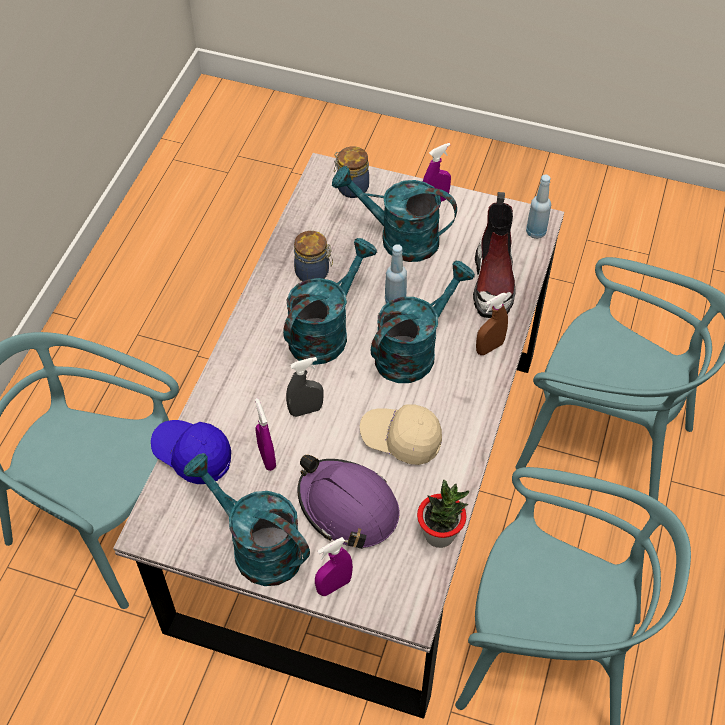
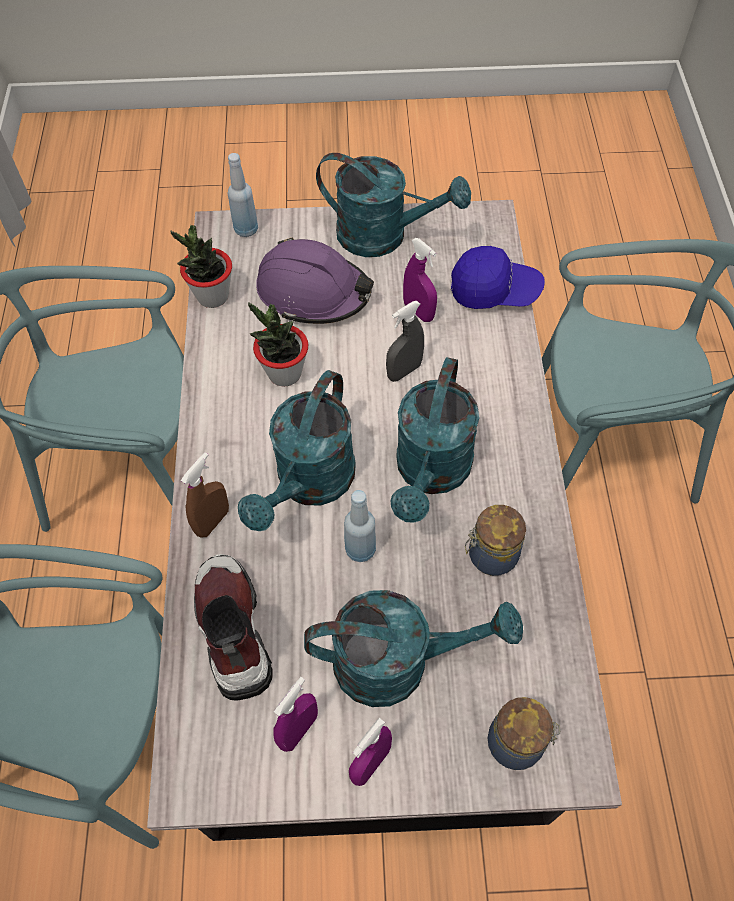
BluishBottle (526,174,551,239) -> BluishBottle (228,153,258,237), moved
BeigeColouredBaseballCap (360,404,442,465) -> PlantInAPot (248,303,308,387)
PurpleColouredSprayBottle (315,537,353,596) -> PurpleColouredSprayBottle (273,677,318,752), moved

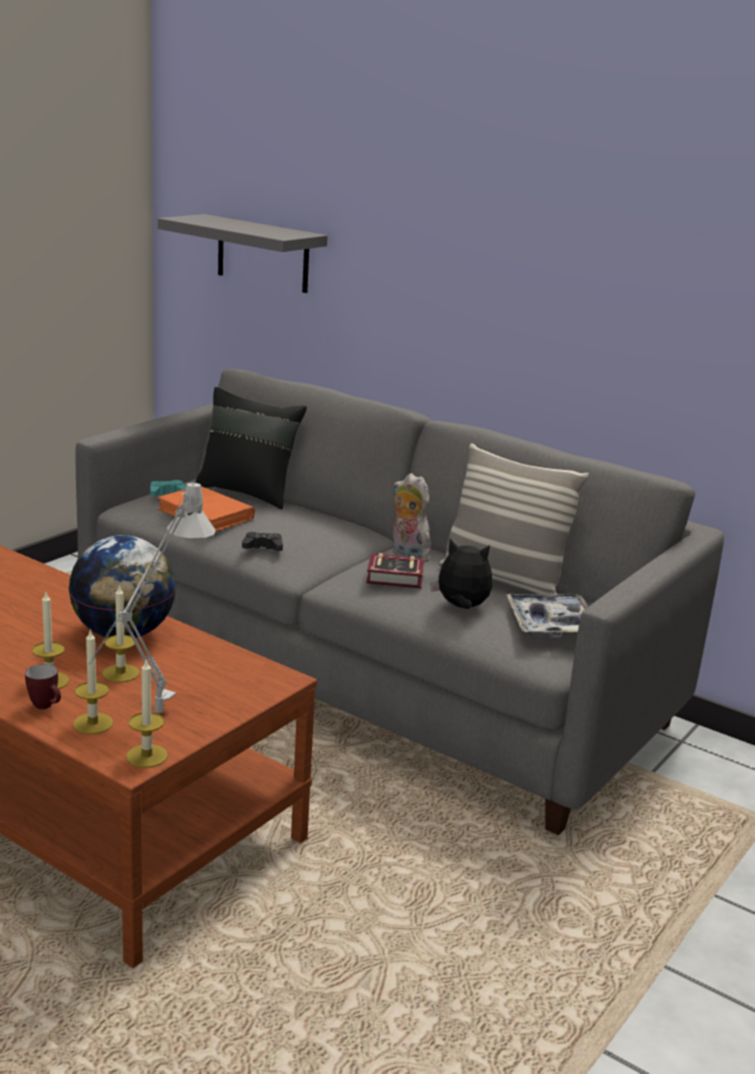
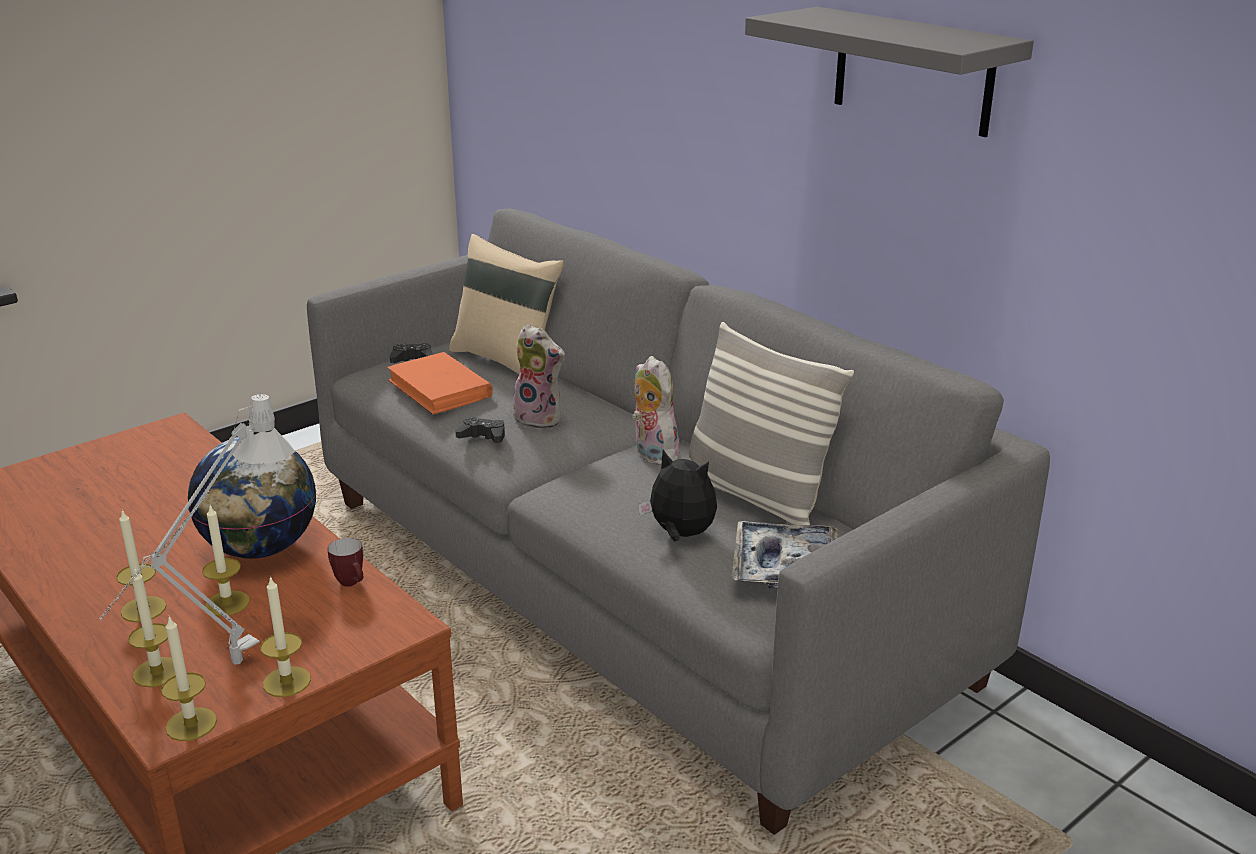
none -> WaxCandle (260,576,311,697)
Mug (25,664,61,709) -> Mug (328,538,363,587), moved
BlueGreenGameController (150,480,186,497) -> BlackColouredGameController (390,343,433,363)
BlackColouredPillow (195,387,307,509) -> BeigeColouredPillow (449,234,564,374)
none -> PlushToy (513,324,565,430)
GreyishBracketShelf (158,214,328,293) -> GreyishBracketShelf (745,7,1034,137), moved
Book (366,553,424,588) -> none

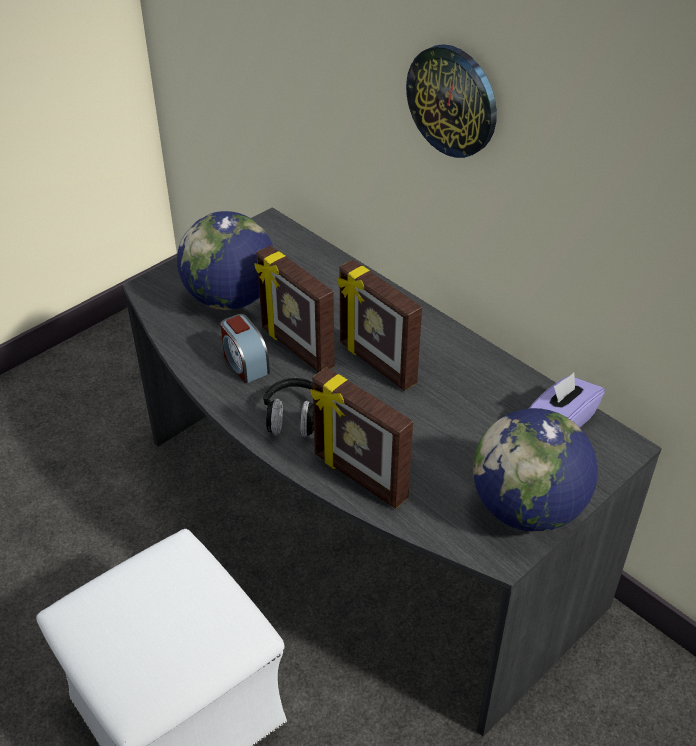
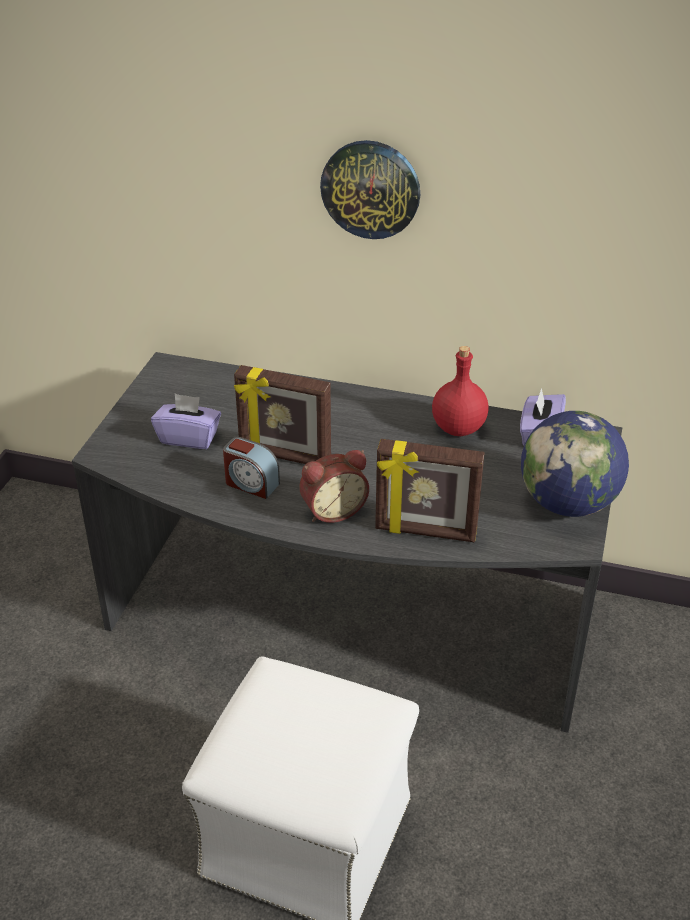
DeskGlobe (177,211,273,310) -> PurpleColouredTissueBox (151,394,221,449)
BlackColouredHeadphones (263,378,314,438) -> BedsideClock (299,450,369,523)
none -> ReddishBottle (432,346,489,436)
PictureFrame (337,260,422,391) -> none

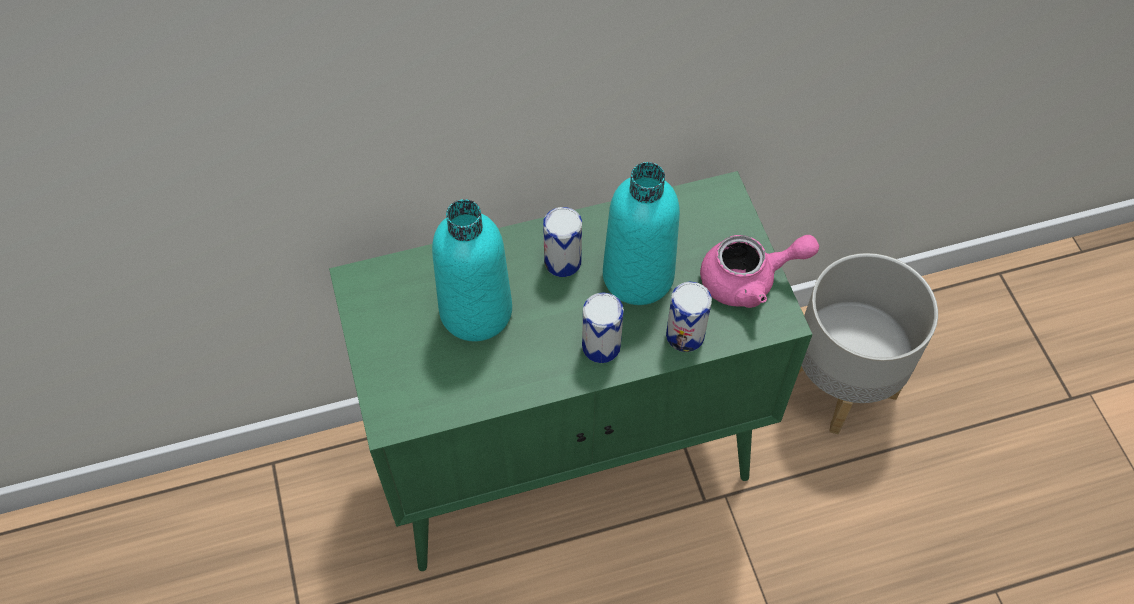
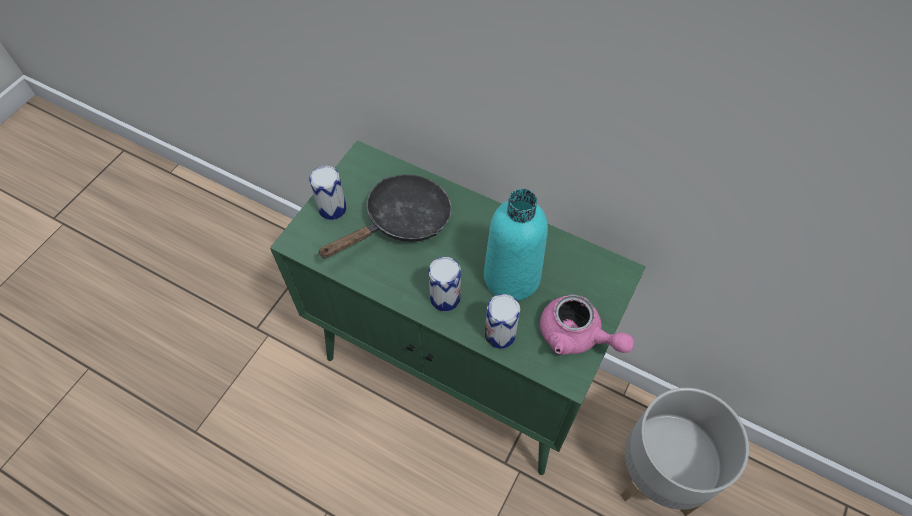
SealedCan (543,207,582,277) -> SealedCan (309,165,347,220), moved
BlueGreenBottle (432,199,512,341) -> BlackColouredPan (318,174,452,259)

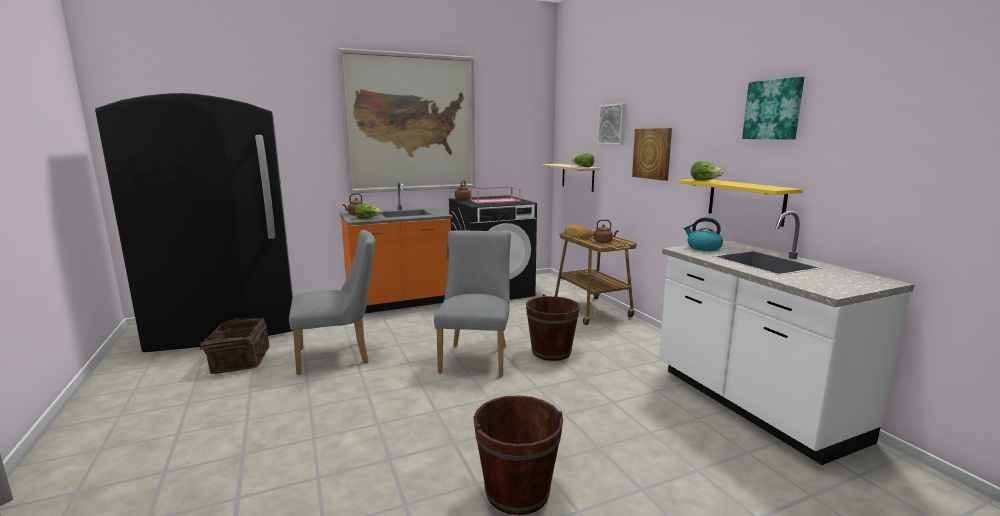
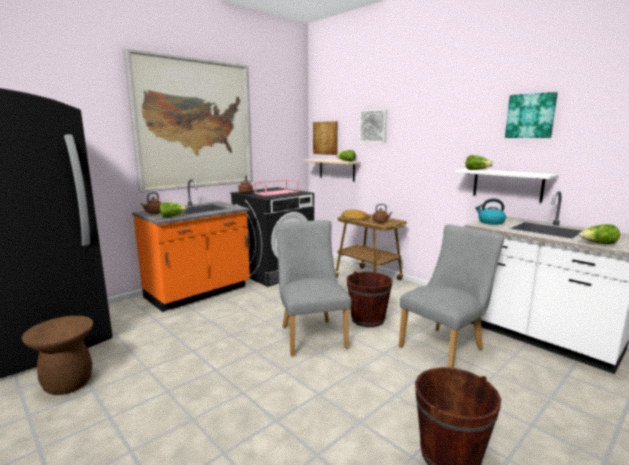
StorageBasket (195,317,270,374) -> BrownishStoolSeat (21,316,93,395)
WallArt (632,128,672,181) -> WallArt (313,121,338,155), moved
GreyishPlainChair (289,230,375,374) -> GreyishPlainChair (399,225,504,368), moved
YellowBracketShelf (679,179,803,227) -> WhiteColouredBracketShelf (455,169,558,202)
none -> LettuceHead (579,224,620,244)

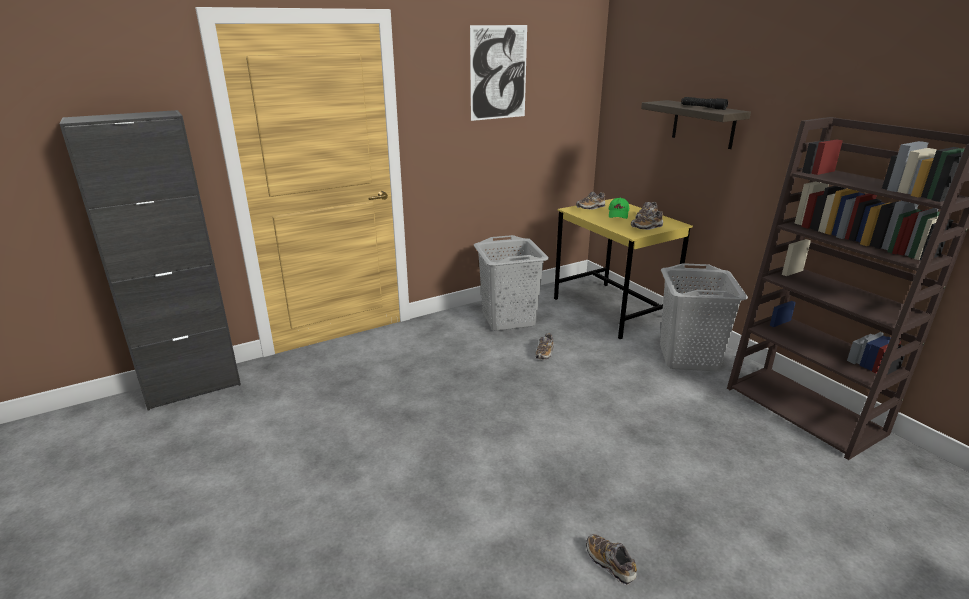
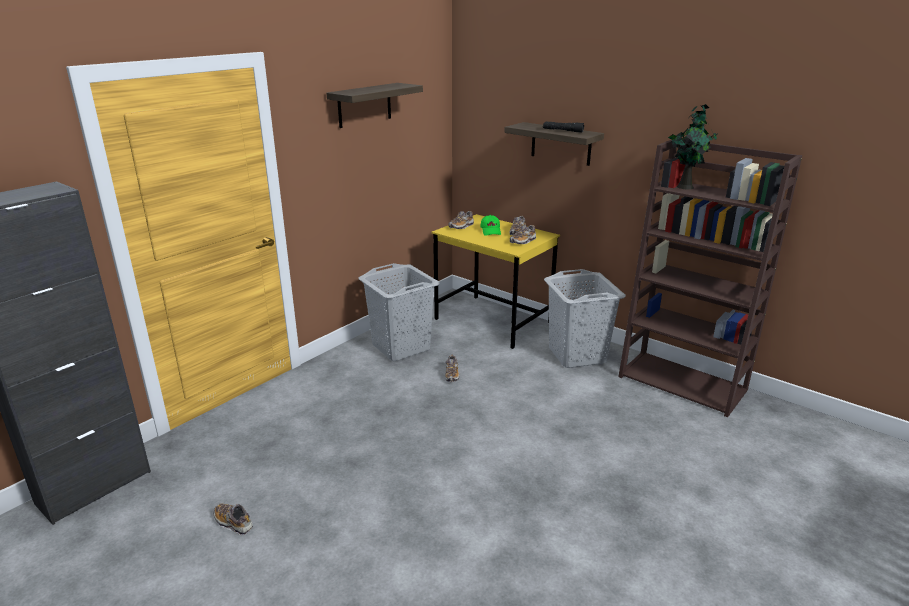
LowShoe (586,534,637,585) -> LowShoe (214,504,253,535), moved
WallArt (470,25,527,121) -> BracketShelf (326,83,423,128)
none -> PlantInAPot (668,104,718,189)

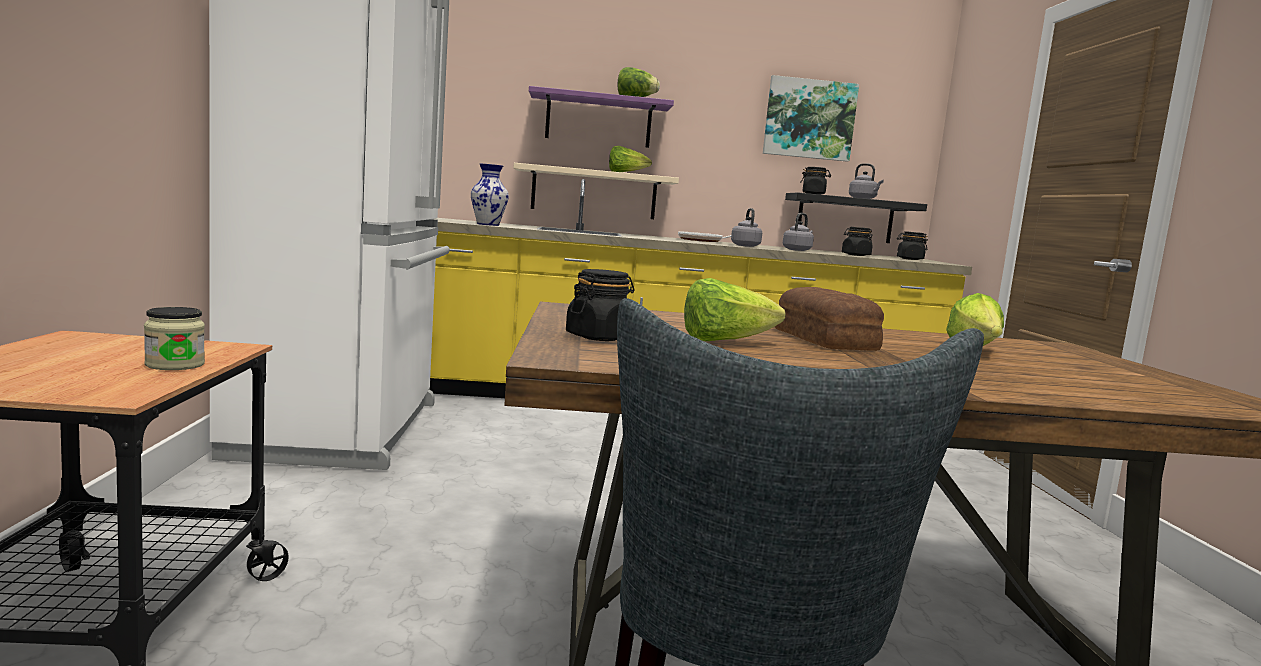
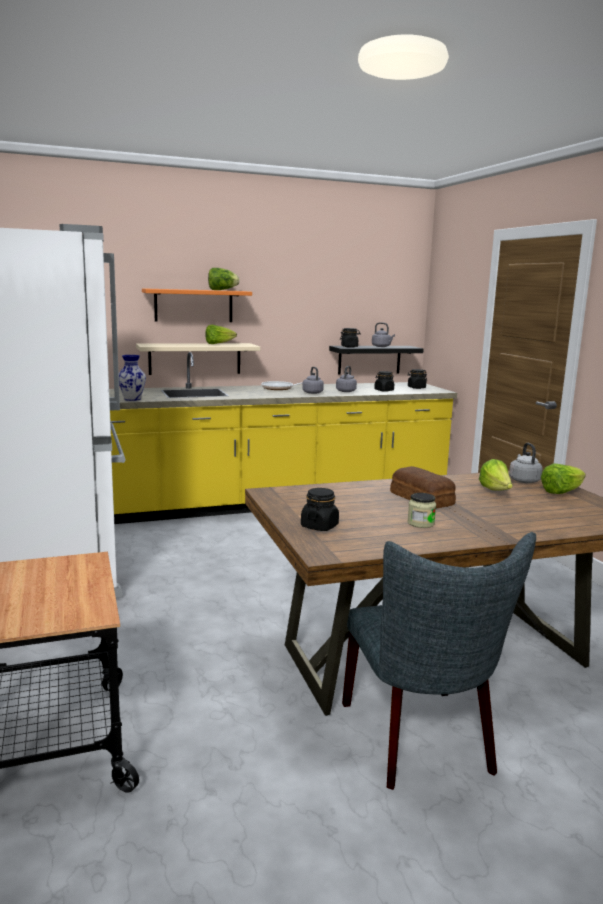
PurpleColouredBracketShelf (529,86,674,148) -> OrangeyBracketShelf (142,288,252,322)
StorageJar (144,307,205,370) -> StorageJar (407,493,436,528), moved
none -> GreyishTeaKettle (509,443,543,483)
LettuceHead (684,278,786,341) -> LettuceHead (541,463,586,494), moved
WallArt (763,75,859,162) -> none

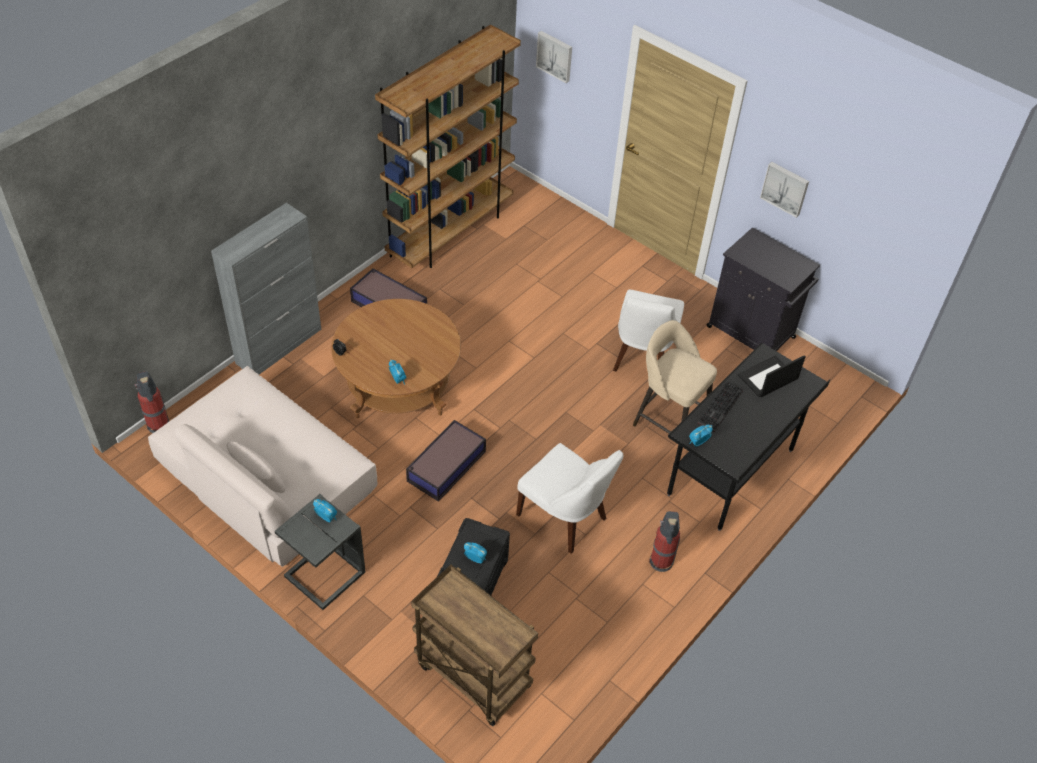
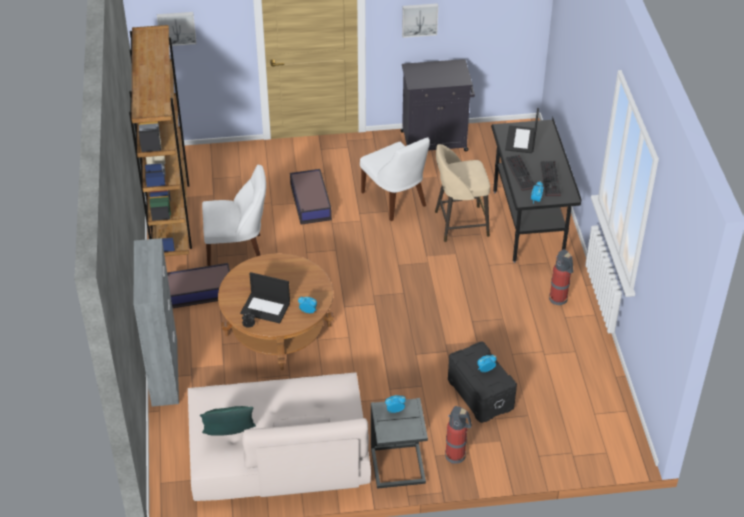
none -> GreenPillow (200,406,256,436)
WhiteColouredPlainChair (516,443,623,554) -> WhiteColouredPlainChair (202,165,266,266), moved
none -> Laptop (240,272,290,323)
StorageContainer (406,420,486,502) -> StorageContainer (290,169,332,225), moved
FireFightingCylinder (135,371,169,433) -> FireFightingCylinder (445,406,472,464), moved
none -> PcKeyboard (540,161,561,196)
BrownishTrolley (411,564,538,726) -> none

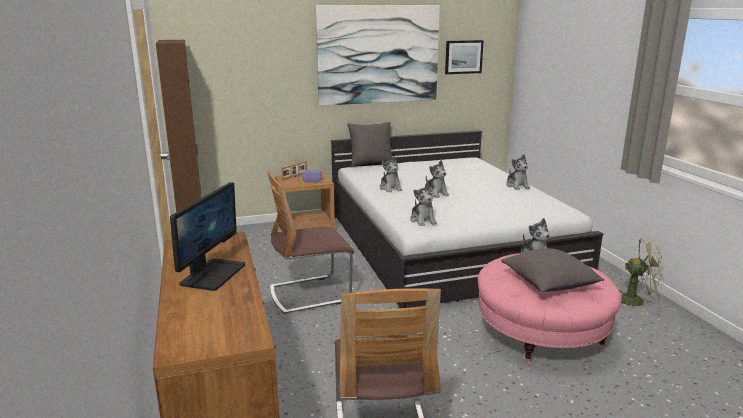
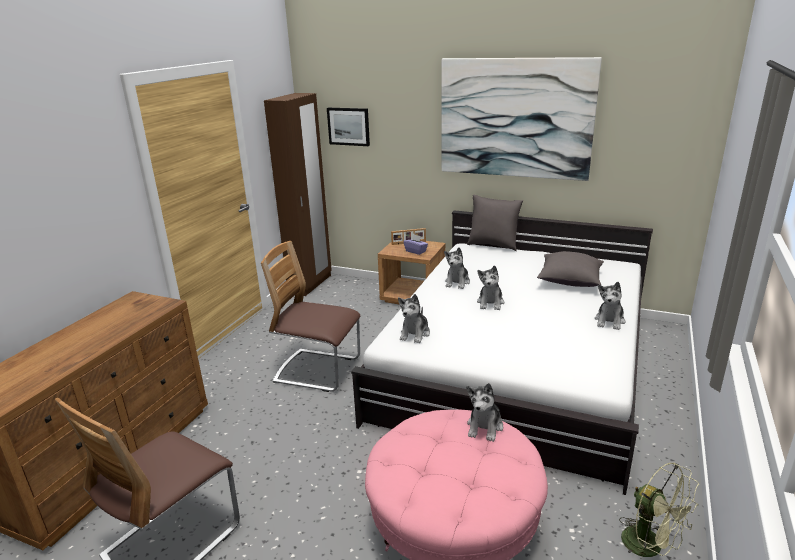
WallArt (445,40,484,74) -> WallArt (327,108,370,146), moved
GreyishPillow (501,248,604,292) -> GreyishPillow (537,251,604,287), moved
ComputerScreen (170,182,245,291) -> none

